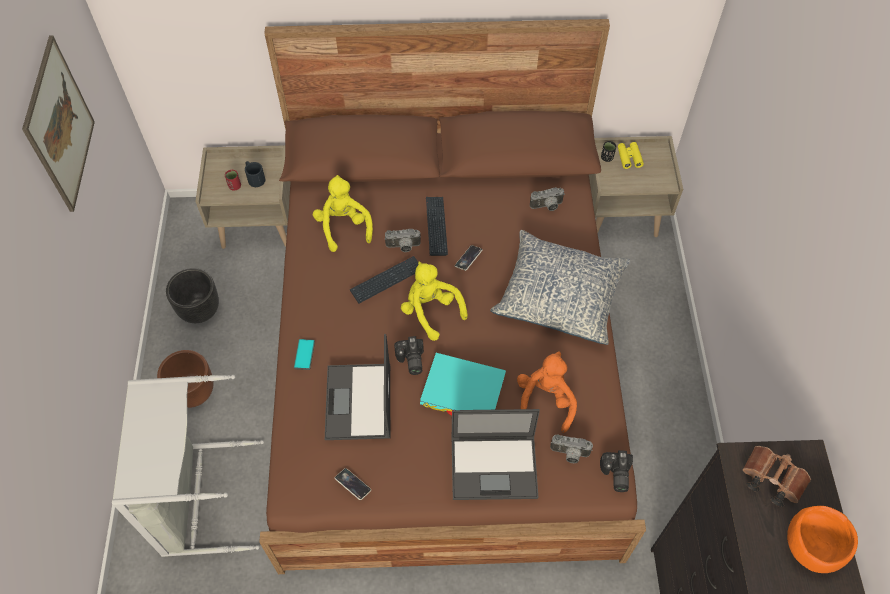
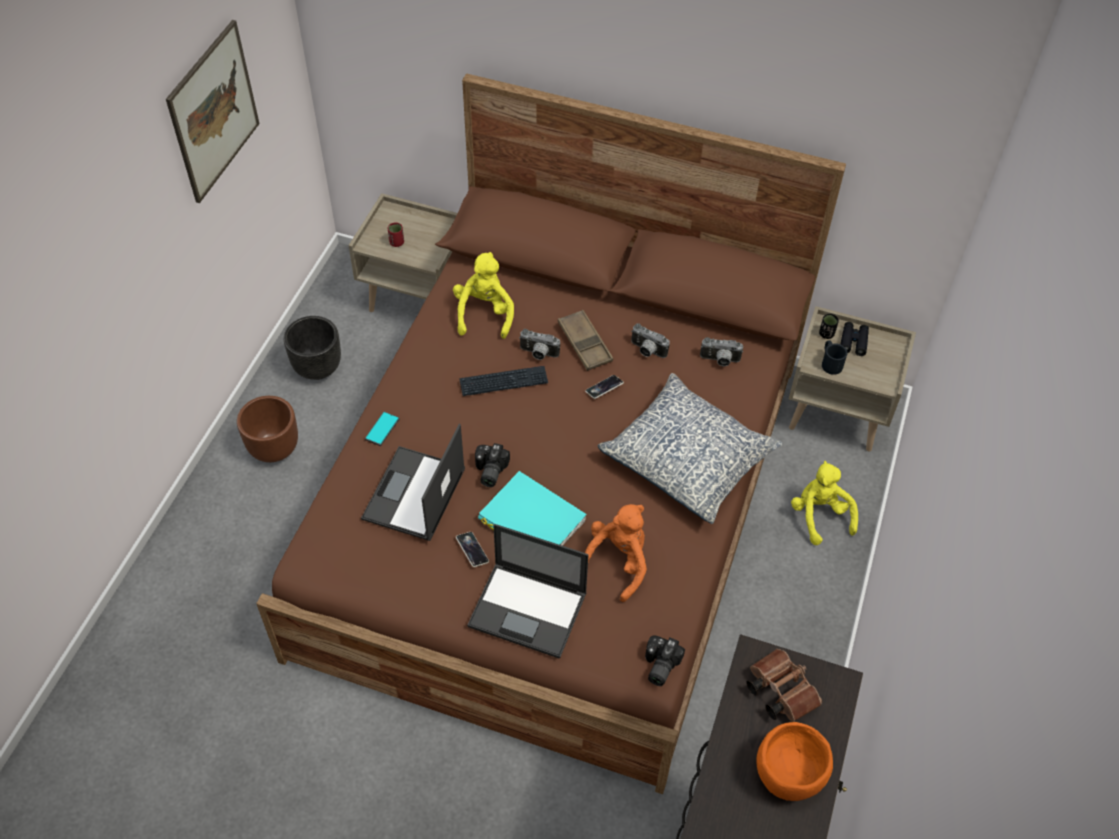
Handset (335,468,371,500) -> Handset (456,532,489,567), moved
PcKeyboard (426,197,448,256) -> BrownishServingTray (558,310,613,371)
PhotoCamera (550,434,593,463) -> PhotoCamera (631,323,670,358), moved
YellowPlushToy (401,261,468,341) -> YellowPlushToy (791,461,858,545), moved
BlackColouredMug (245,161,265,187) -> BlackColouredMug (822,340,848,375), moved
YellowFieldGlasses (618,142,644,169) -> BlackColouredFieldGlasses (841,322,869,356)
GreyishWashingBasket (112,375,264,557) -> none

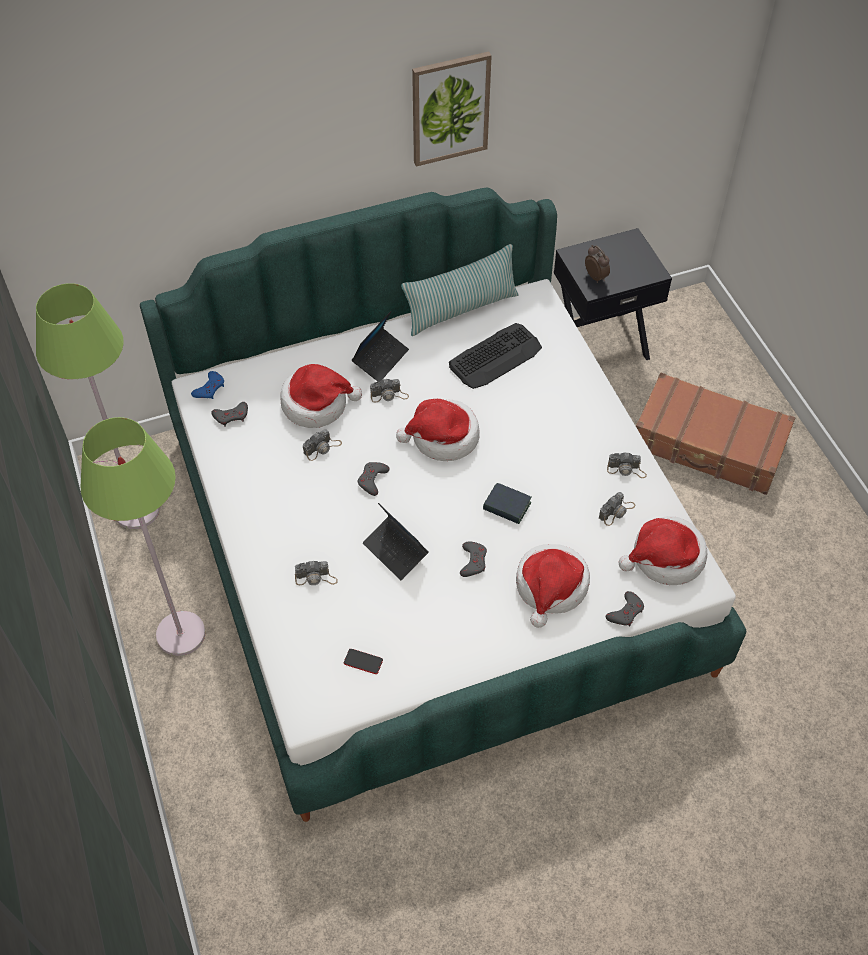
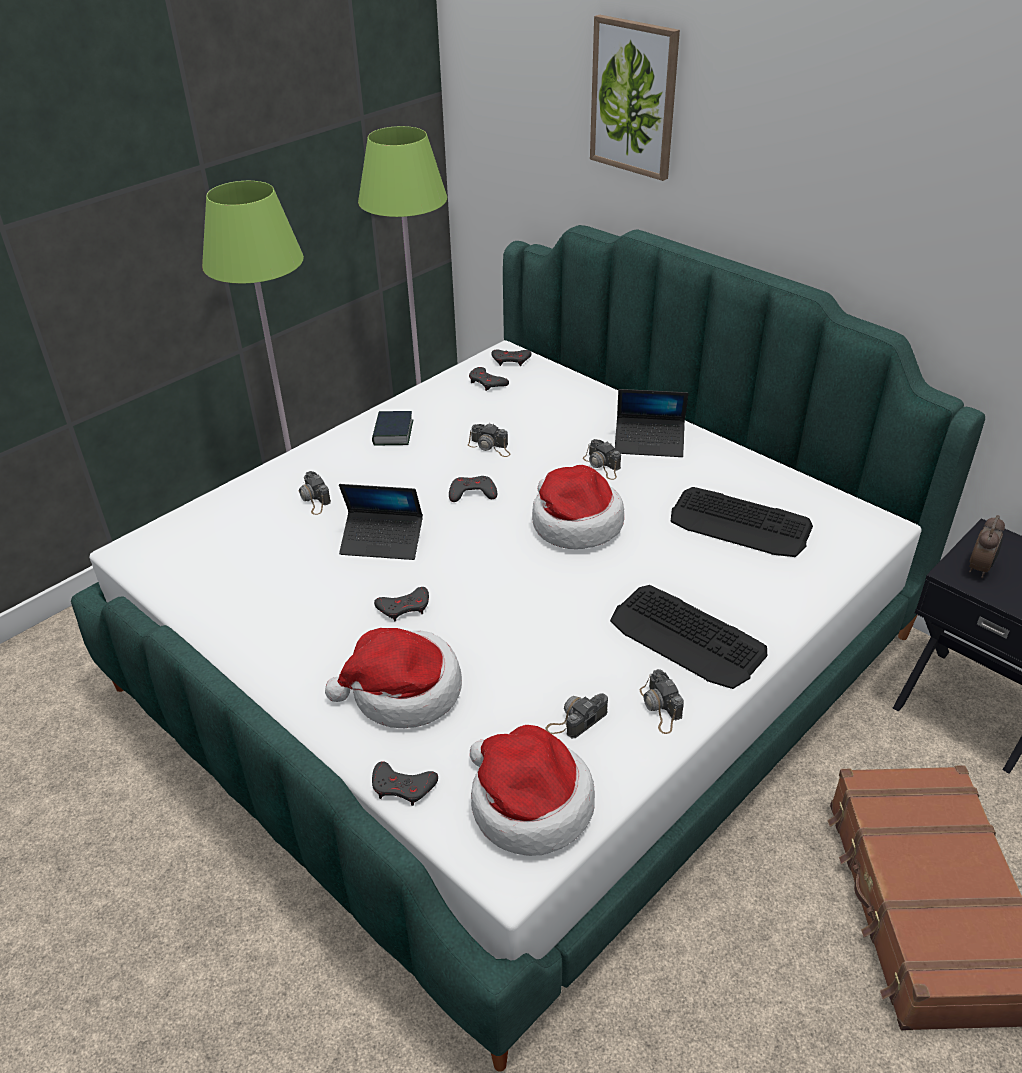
Laptop (363,503,429,580) -> Laptop (339,484,423,560), 105 degrees counterclockwise
Book (483,483,532,524) -> Book (372,411,414,446), moved
BluishGameController (191,371,224,399) -> GreyishGameController (491,350,531,366)
PhotoCamera (599,492,636,526) -> PhotoCamera (546,693,608,739), 120 degrees clockwise
WallArt (412,52,492,167) -> WallArt (590,15,680,181), moved
none -> PcKeyboard (610,585,767,689)
Hat (280,364,362,428) -> none
Handset (344,649,383,674) -> none
Pillow (401,244,518,336) -> none

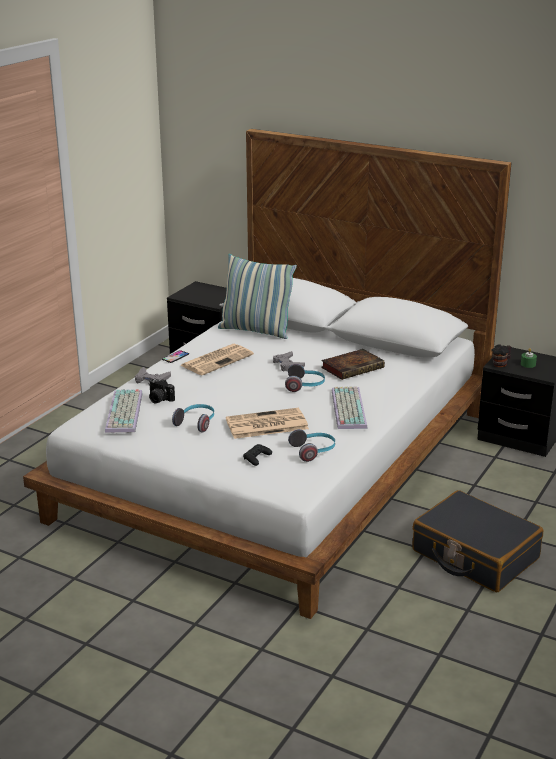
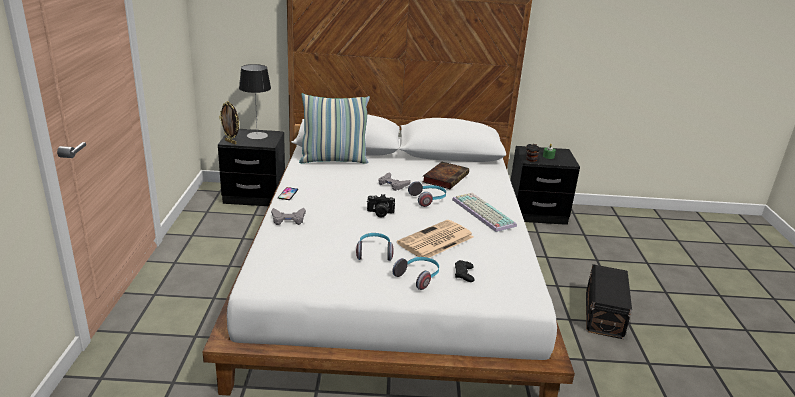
none -> PictureFrame (219,101,239,144)
none -> TableLamp (239,64,271,139)
PhotoCamera (148,379,175,403) -> PhotoCamera (367,194,395,218), moved
Headphones (288,429,335,462) -> Headphones (393,257,439,290), moved
BlackColouredPieceOfLuggage (412,490,543,592) -> BlackColouredStorageContainer (586,264,632,339)
PcKeyboard (105,389,143,433) -> none
DailyPaper (180,344,254,375) -> none

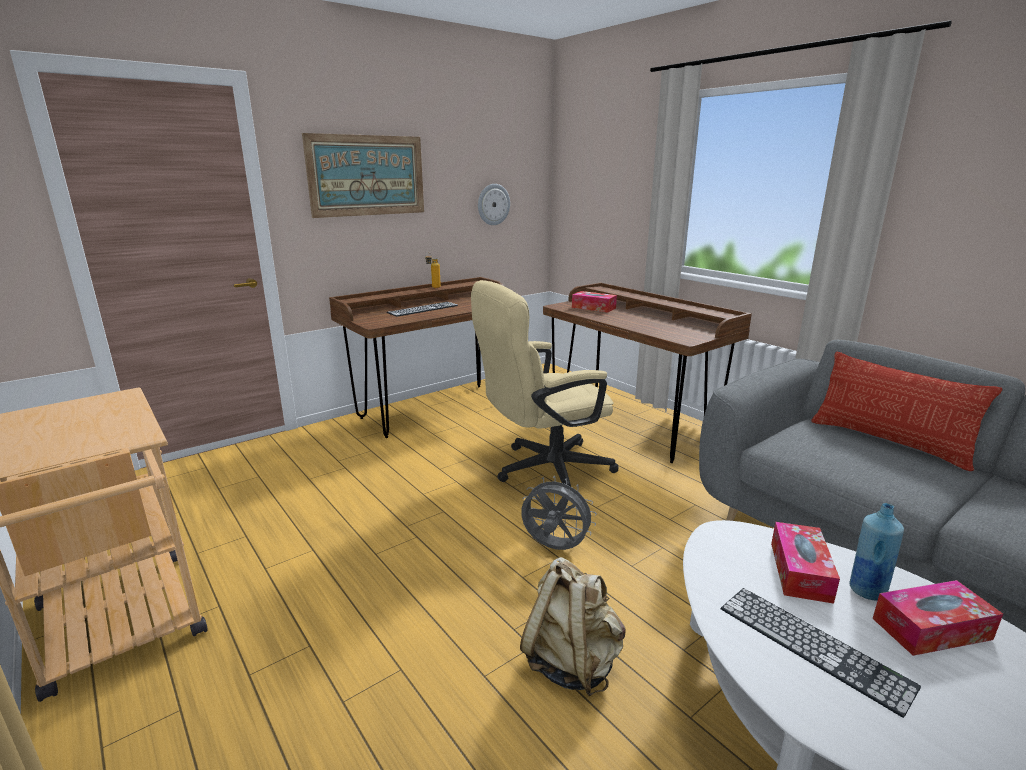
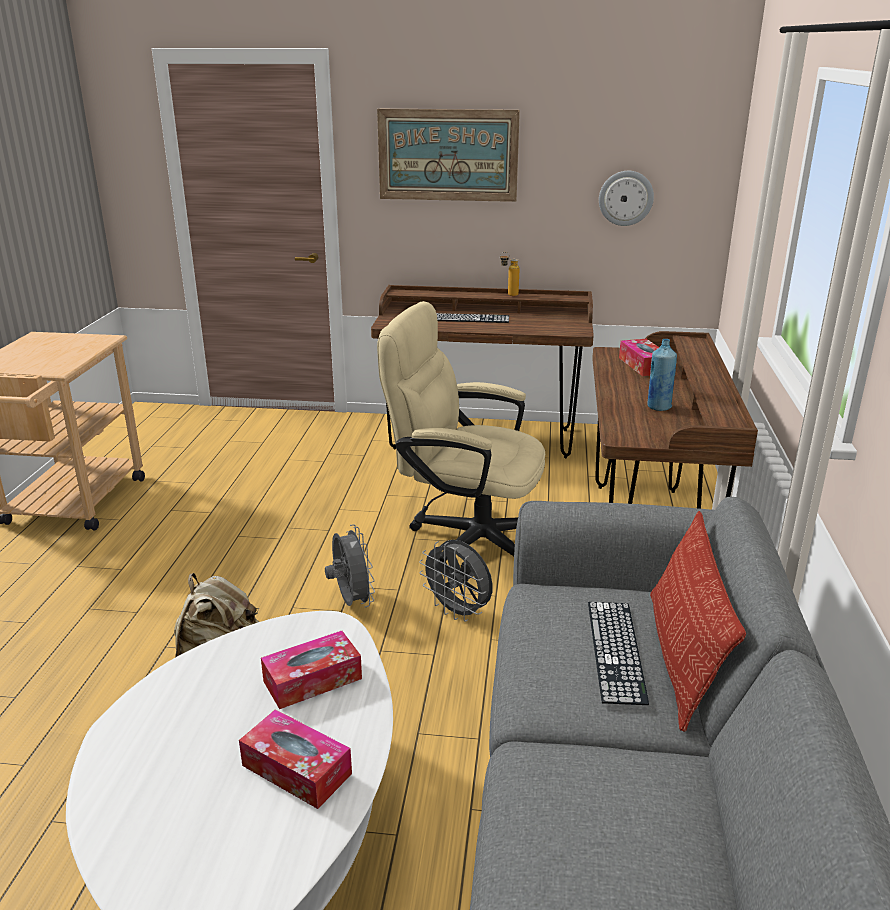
none -> GreyishFan (419,540,493,622)
PcKeyboard (721,588,921,718) -> PcKeyboard (588,602,649,705), moved
BluishBottle (849,503,904,600) -> BluishBottle (647,339,677,411), moved

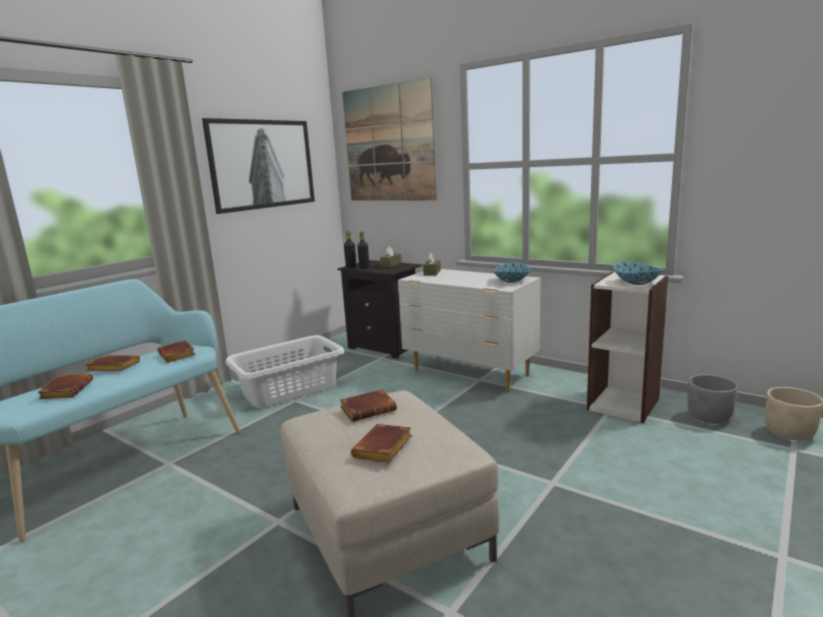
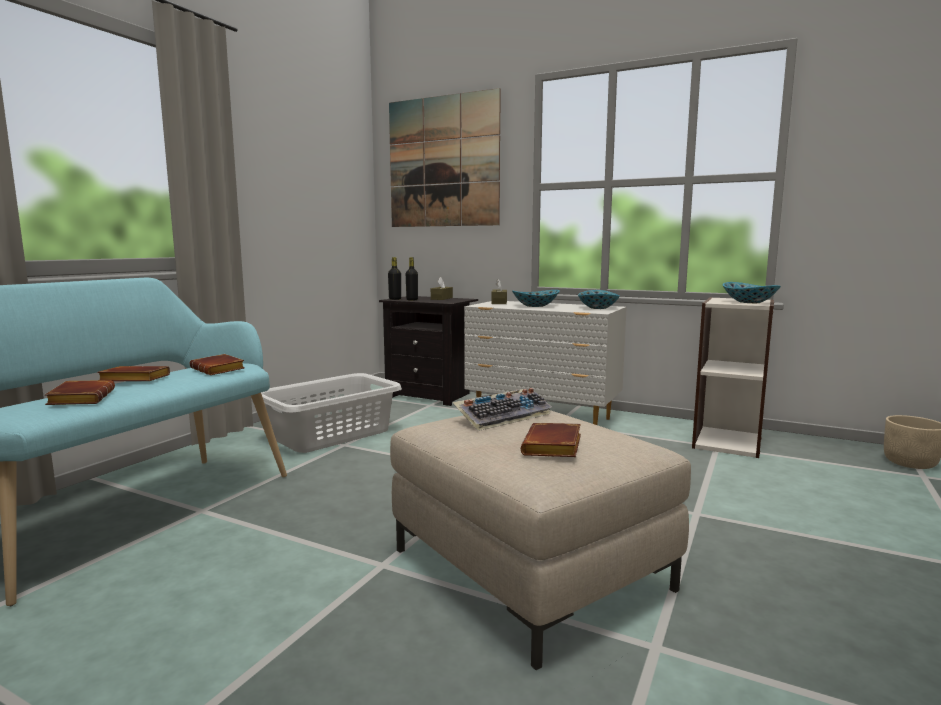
BrownishBook (340,389,397,422) -> PcKeyboard (452,388,552,431)
none -> Bowl (512,290,560,307)
WallArt (202,118,315,214) -> none
GreyishFlowerPot (688,374,738,424) -> none

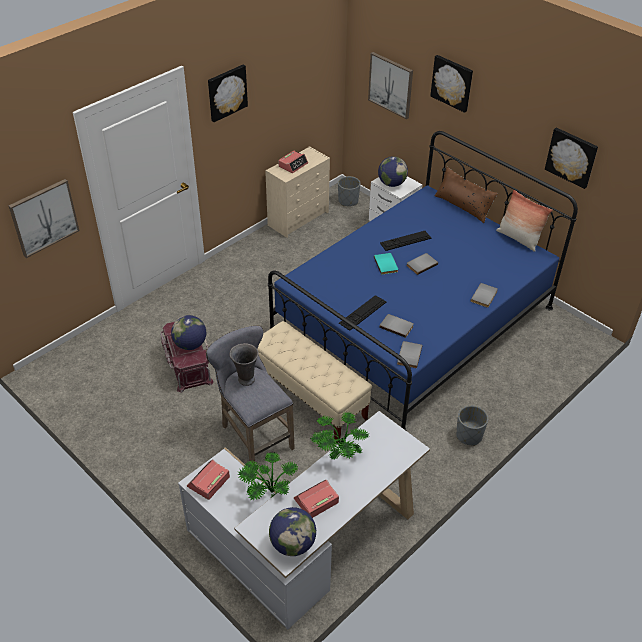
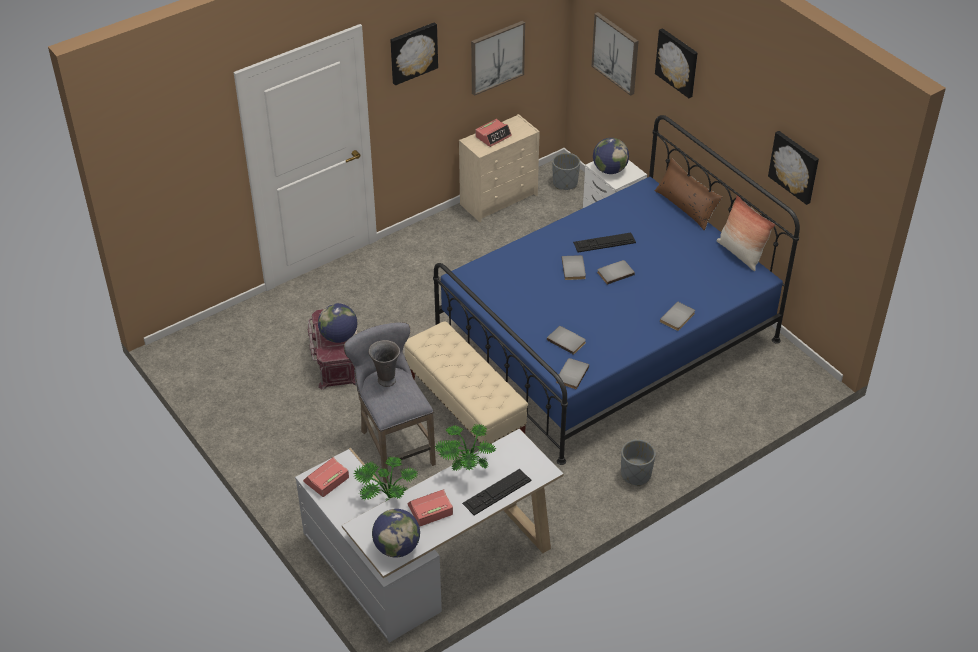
PcKeyboard (339,295,387,331) -> PcKeyboard (462,469,531,515), moved
WallArt (8,179,80,258) -> WallArt (471,21,525,96), moved
BlueGreenBook (374,253,398,275) -> GreyishBook (562,255,586,280)

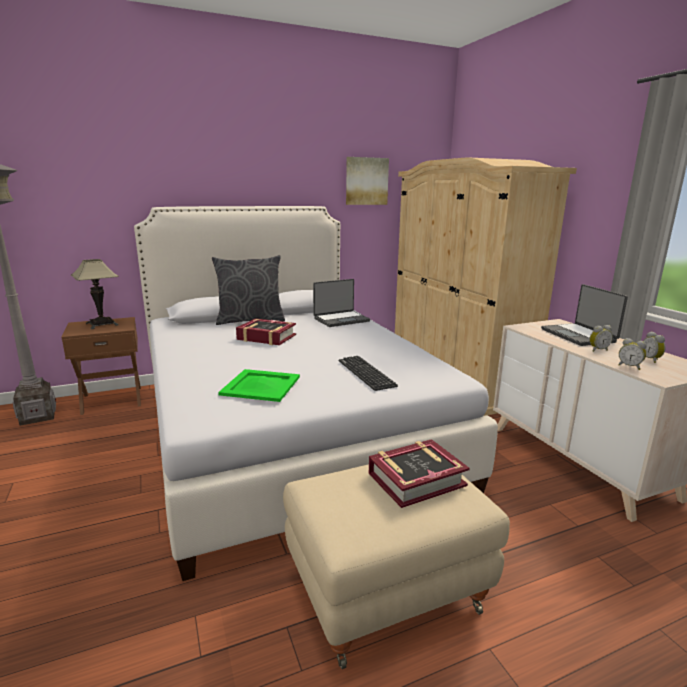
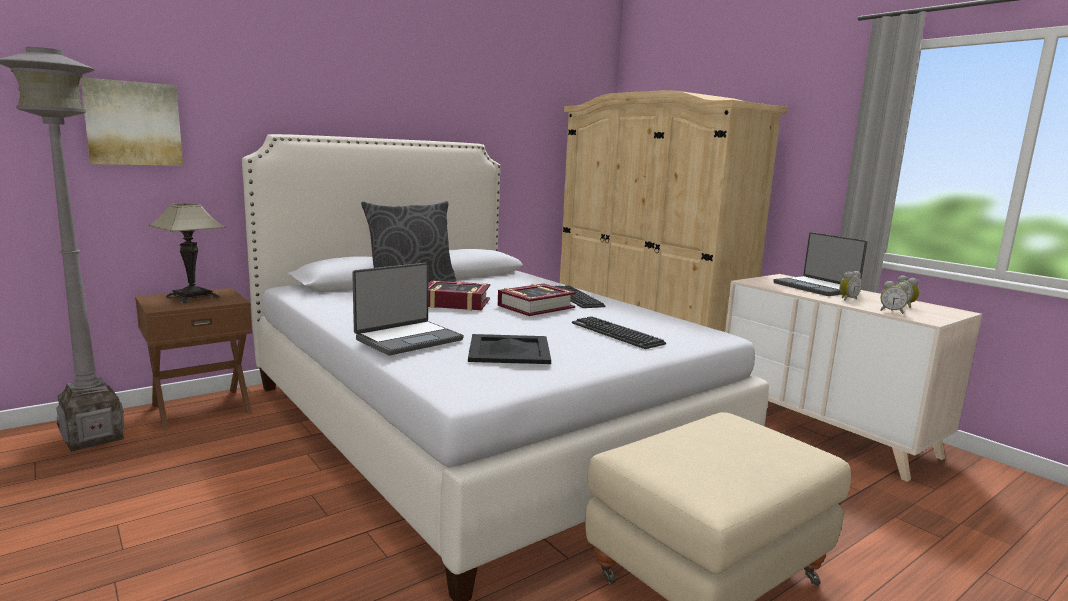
WallArt (346,157,389,205) -> WallArt (80,77,183,166), moved
Laptop (313,279,370,327) -> Laptop (352,263,464,355), moved
GreenServingTray (218,369,300,402) -> BlackColouredServingTray (468,334,551,364)
Book (369,439,470,508) -> Book (498,284,576,316), moved
none -> PcKeyboard (555,285,605,308)

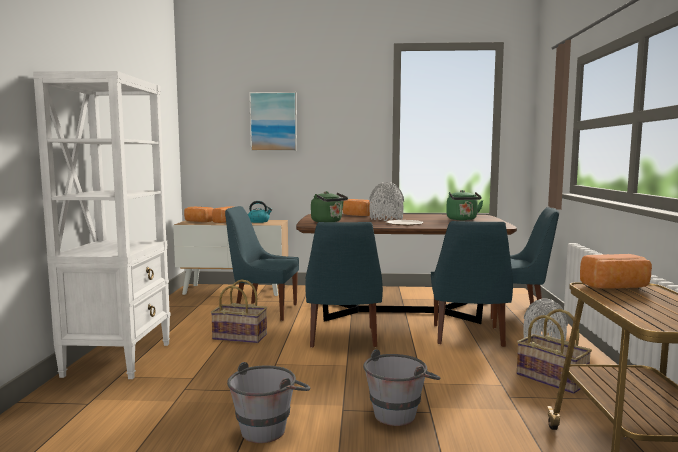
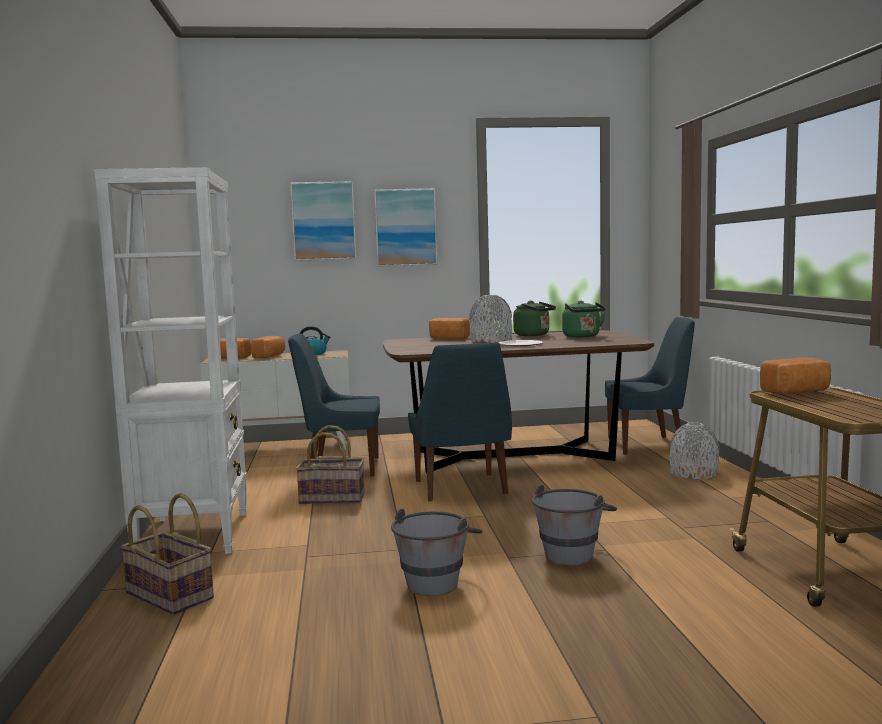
StorageBasket (517,309,592,394) -> StorageBasket (121,493,214,615), moved
none -> WallArt (374,188,438,267)
GreenTeaKettle (311,191,348,222) -> GreenTeaKettle (513,300,556,336), moved
BluishPlainChair (431,221,513,347) -> none

